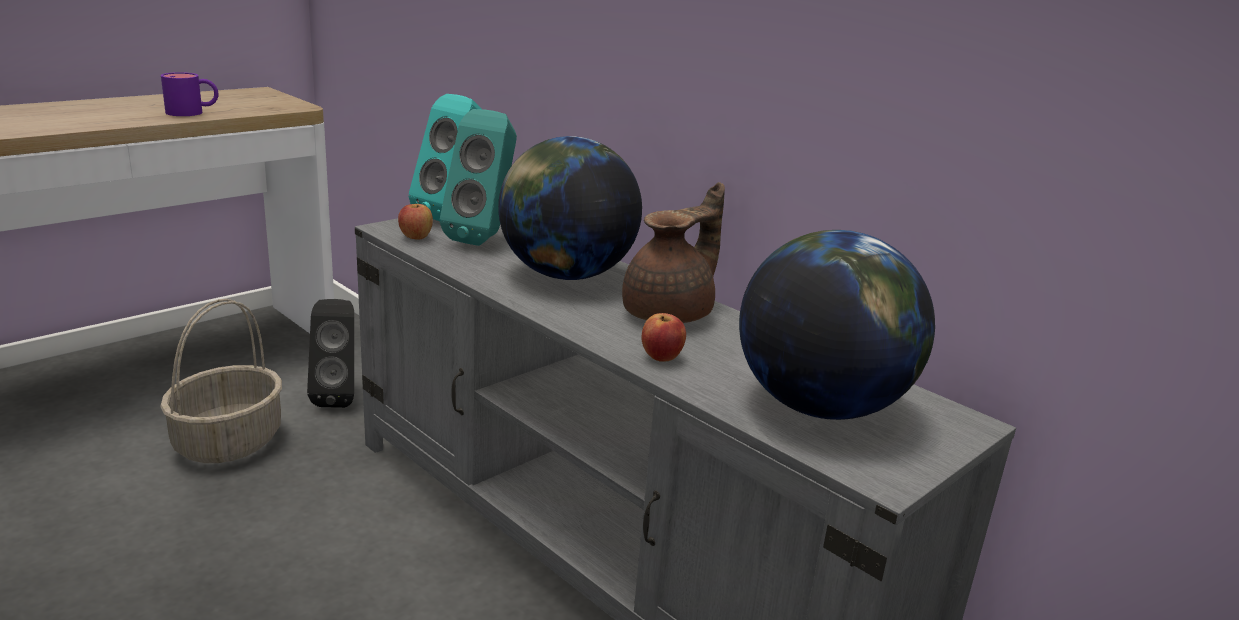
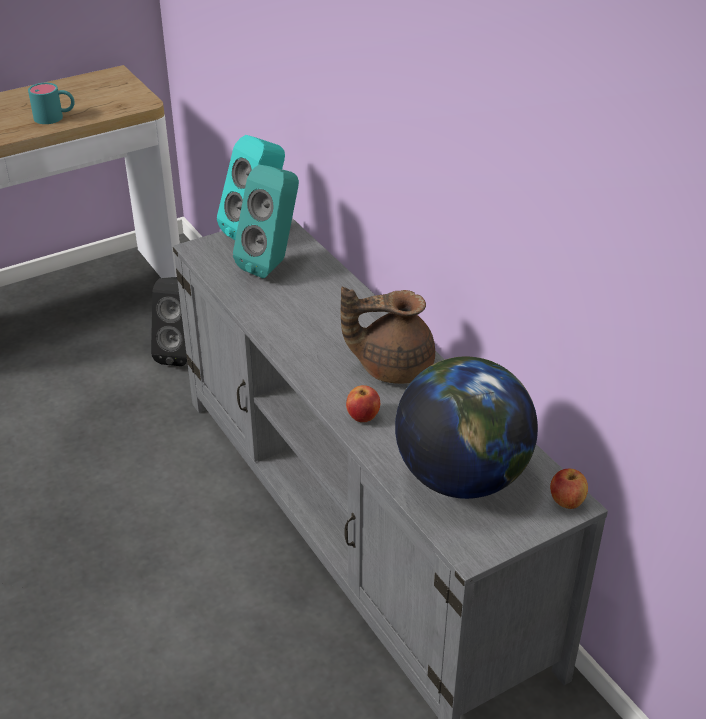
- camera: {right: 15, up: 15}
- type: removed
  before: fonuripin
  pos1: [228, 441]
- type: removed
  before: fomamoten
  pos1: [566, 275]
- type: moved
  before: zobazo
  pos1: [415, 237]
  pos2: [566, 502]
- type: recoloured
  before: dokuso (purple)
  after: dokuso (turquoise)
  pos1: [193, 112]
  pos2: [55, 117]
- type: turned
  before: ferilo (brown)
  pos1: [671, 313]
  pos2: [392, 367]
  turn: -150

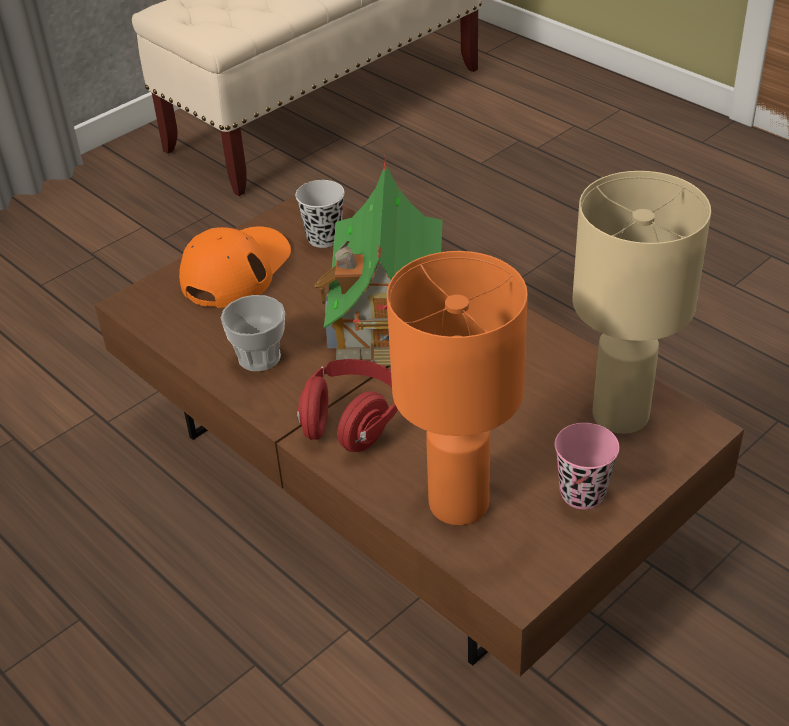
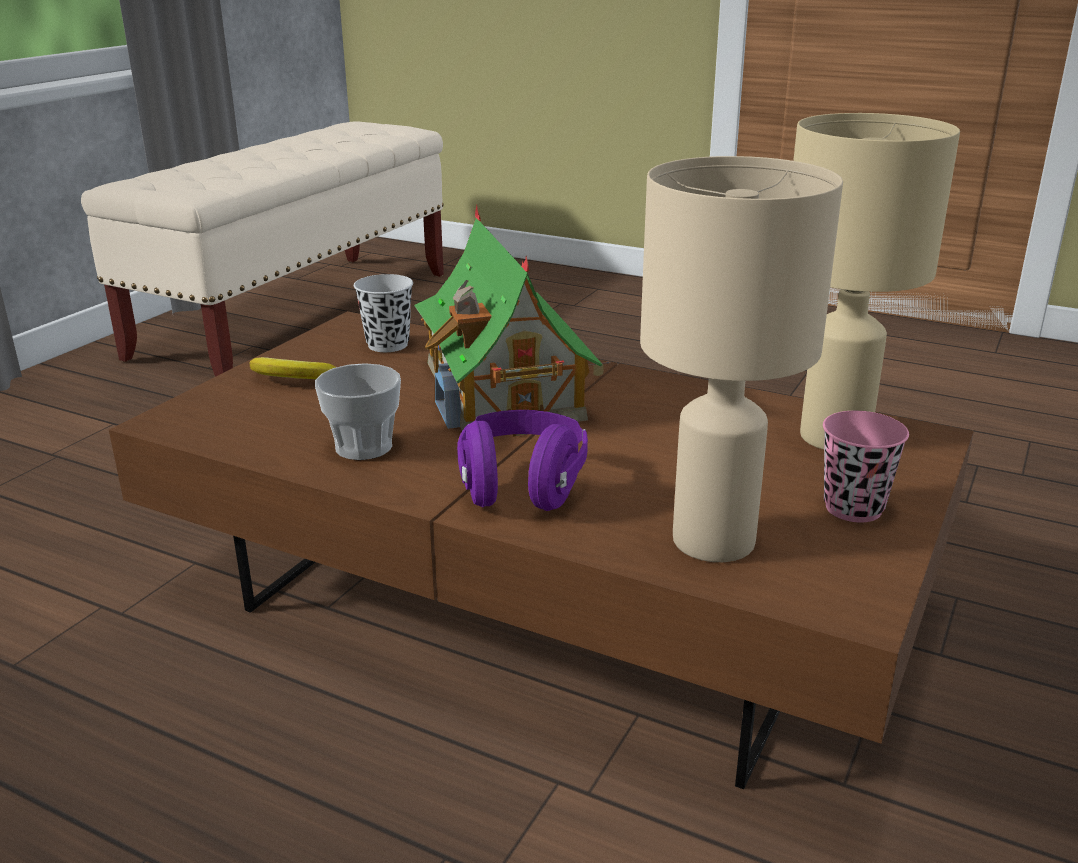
- camera: {right: -20, up: -15}
- type: replaced
  before: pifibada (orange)
  after: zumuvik
  pos1: [236, 269]
  pos2: [291, 379]
- type: recoloured
  before: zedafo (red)
  after: zedafo (purple)
  pos1: [351, 422]
  pos2: [522, 487]
- type: recoloured
  before: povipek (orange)
  after: povipek (beige)
  pos1: [456, 502]
  pos2: [710, 540]

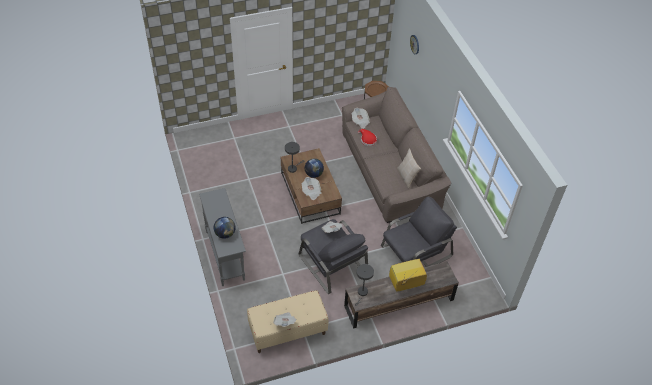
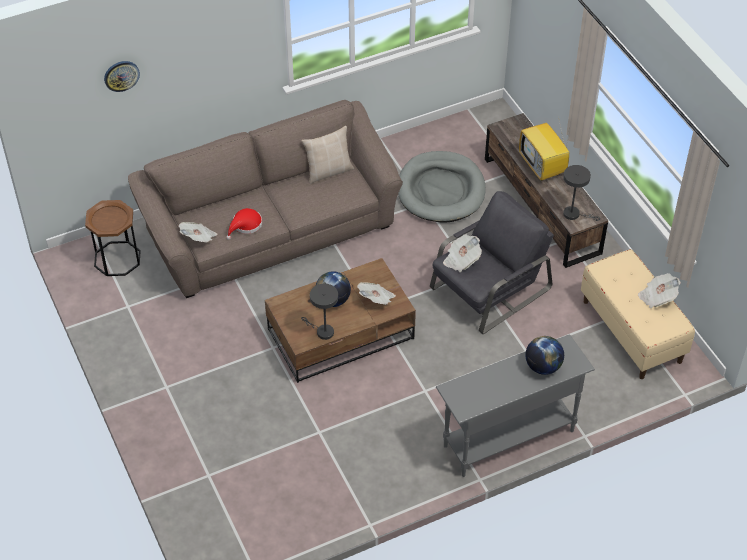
- camera: {right: -95, up: 0}
- type: replaced
  before: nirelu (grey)
  after: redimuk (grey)
  pos1: [415, 252]
  pos2: [441, 190]

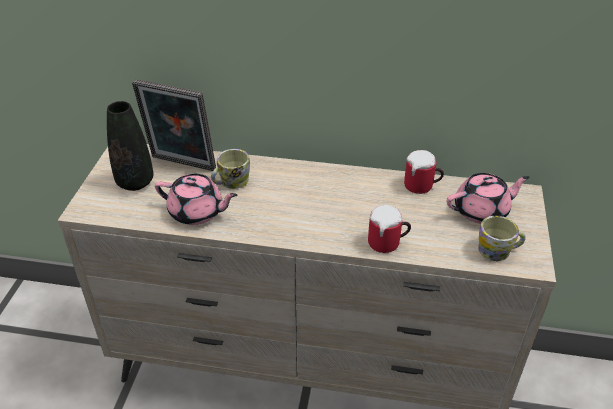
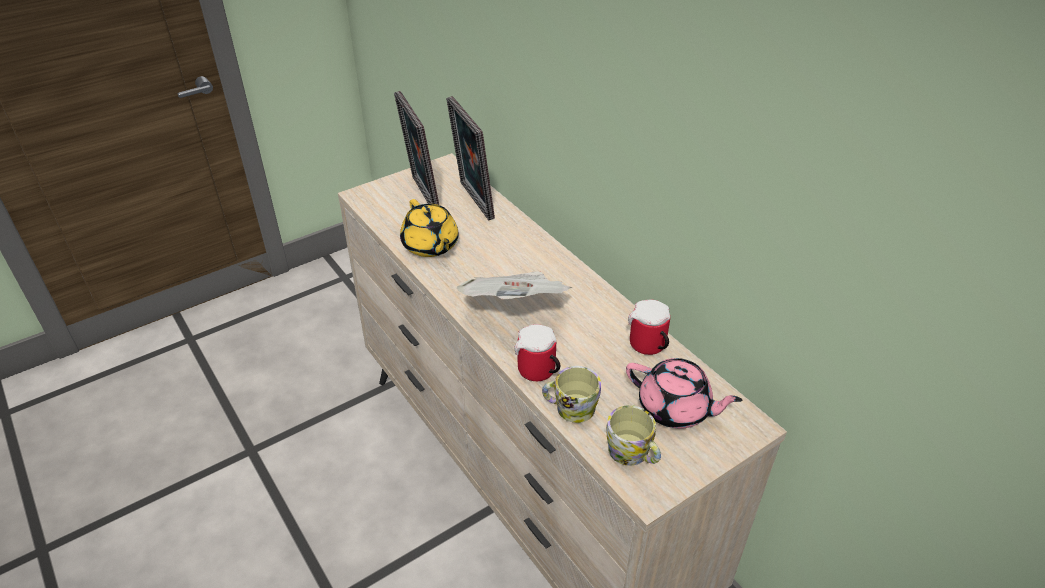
- camera: {right: 45, up: 0}
- type: added
  after: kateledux
  pos2: [516, 308]
- type: moved
  before: dokuso
  pos1: [231, 182]
  pos2: [570, 408]
- type: replaced
  before: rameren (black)
  after: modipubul
  pos1: [135, 182]
  pos2: [421, 195]
- type: recoloured
  before: ferilo (pink)
  after: ferilo (yellow)
  pos1: [197, 212]
  pos2: [430, 246]

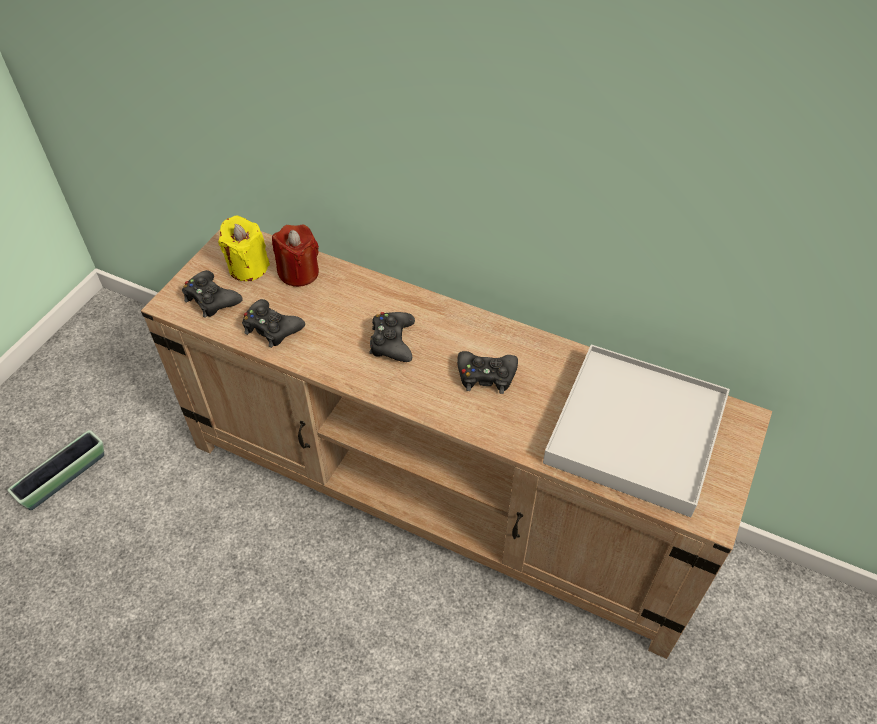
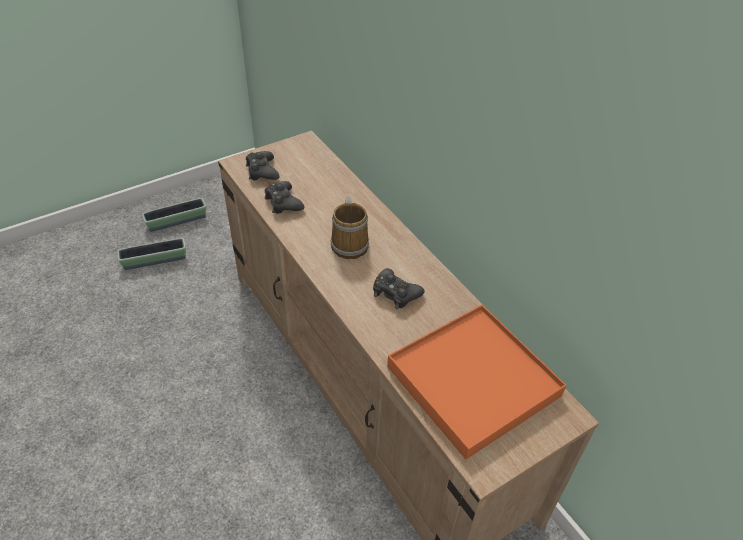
- camera: {right: 30, up: -5}
- type: removed
  before: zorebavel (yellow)
  pos1: [248, 267]
- type: removed
  before: zorebavel (red)
  pos1: [299, 273]
- type: added
  after: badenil
  pos2: [177, 221]
- type: replaced
  before: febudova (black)
  after: dokuso
  pos1: [392, 342]
  pos2: [351, 244]
- type: recoloured
  before: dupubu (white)
  after: dupubu (orange)
  pos1: [635, 432]
  pos2: [472, 381]

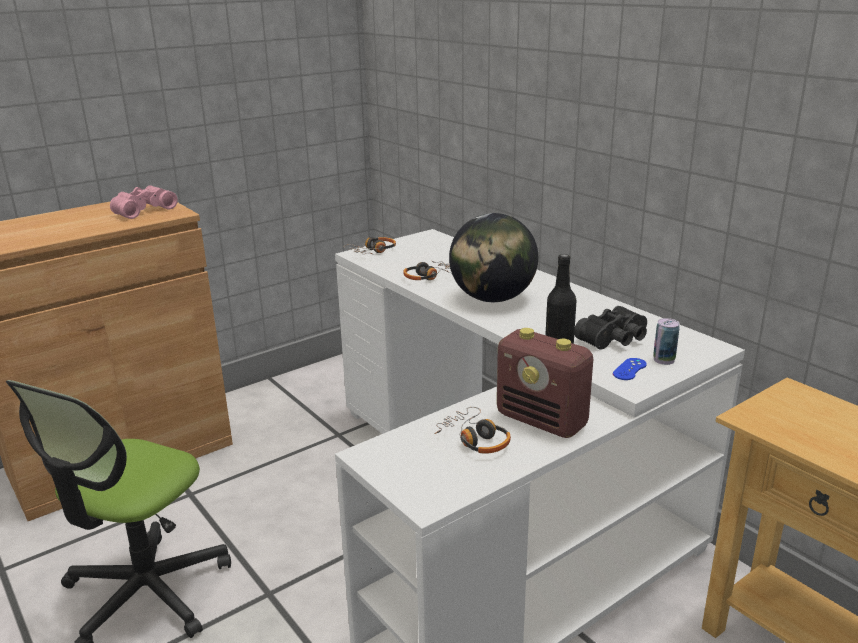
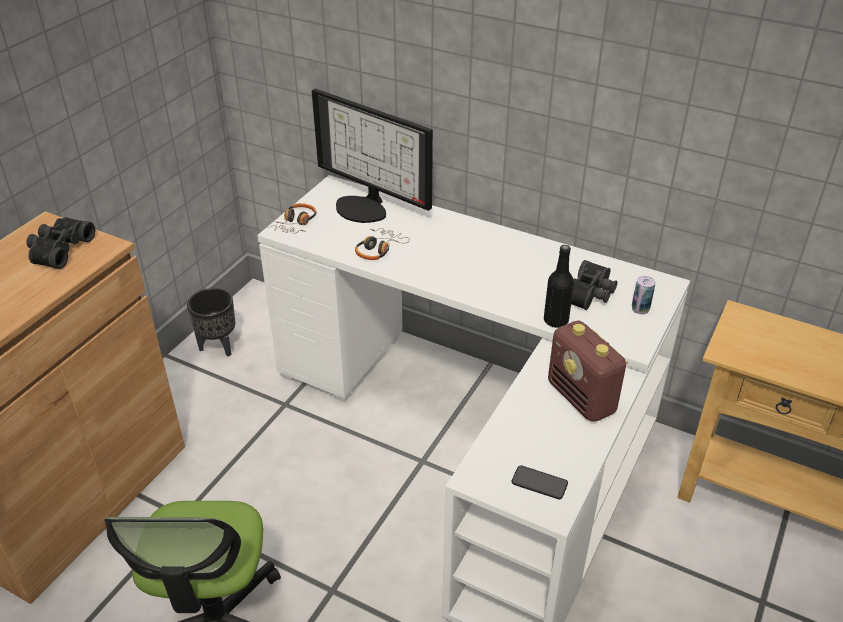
- camera: {right: -25, up: 15}
- type: removed
  before: zedafo
  pos1: [474, 439]
- type: removed
  before: fomamoten
  pos1: [492, 298]
- type: removed
  before: febudova (blue)
  pos1: [629, 369]
- type: added
  after: badenil (black)
  pos2: [219, 346]
- type: added
  after: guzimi
  pos2: [365, 207]
- type: added
  after: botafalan
  pos2: [539, 483]
- type: recoloured
  before: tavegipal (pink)
  after: tavegipal (black)
  pos1: [142, 210]
  pos2: [59, 249]
- type: turned
  before: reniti
  pos1: [542, 421]
  pos2: [582, 398]
  turn: 45

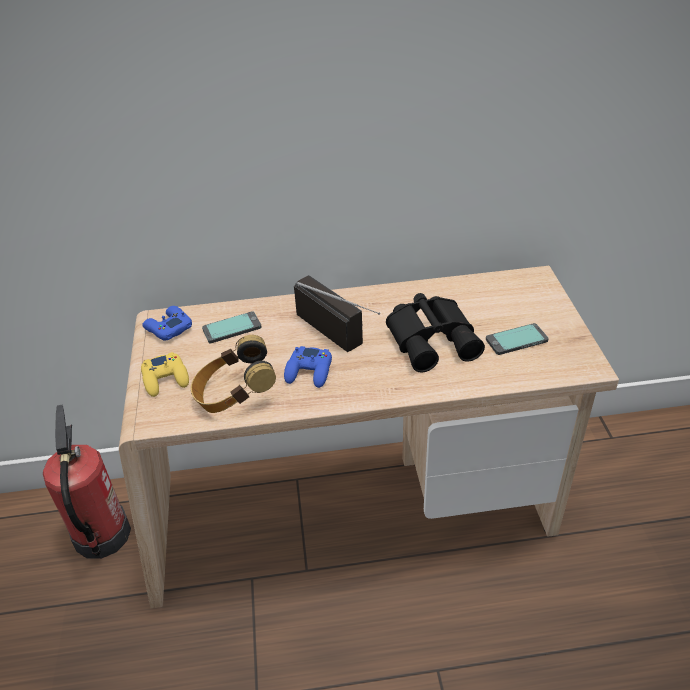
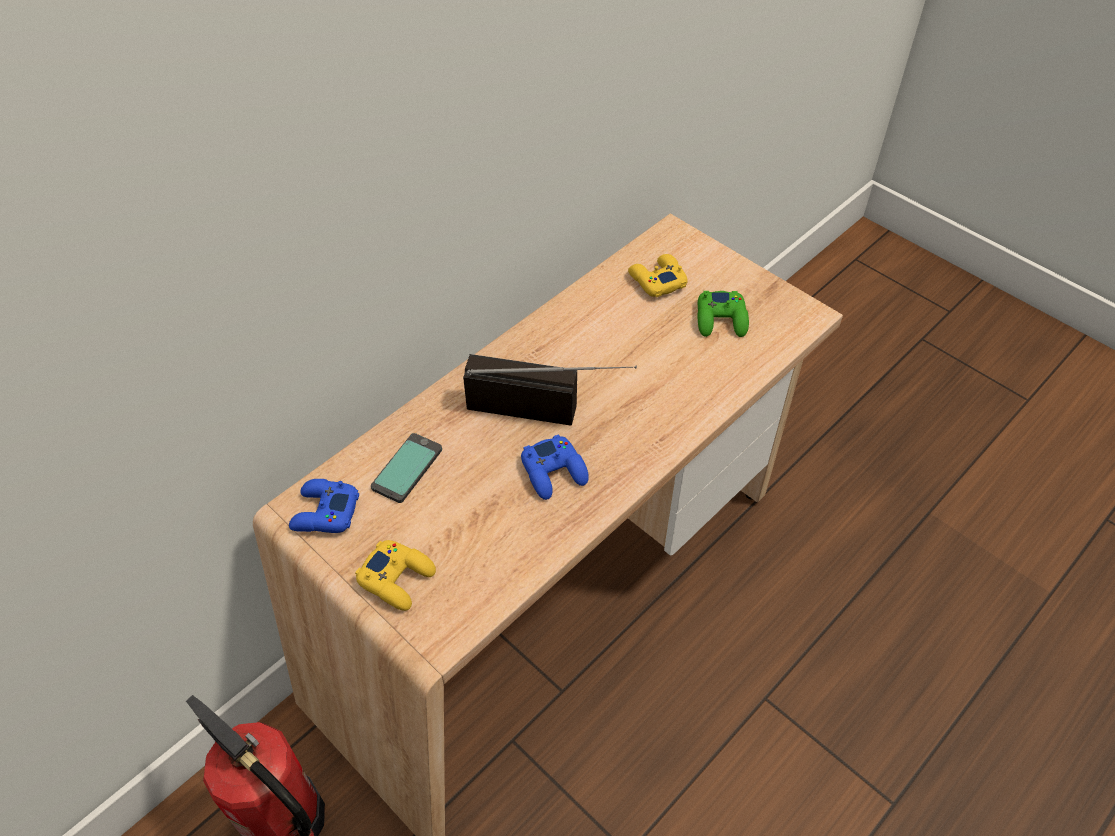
- camera: {right: -40, up: 10}
- type: removed
  before: zedafo
  pos1: [234, 395]
- type: removed
  before: tavegipal (black)
  pos1: [433, 338]
- type: added
  after: febudova (yellow)
  pos2: [657, 280]
- type: replaced
  before: botafalan
  after: febudova (green)
  pos1: [516, 340]
  pos2: [721, 319]

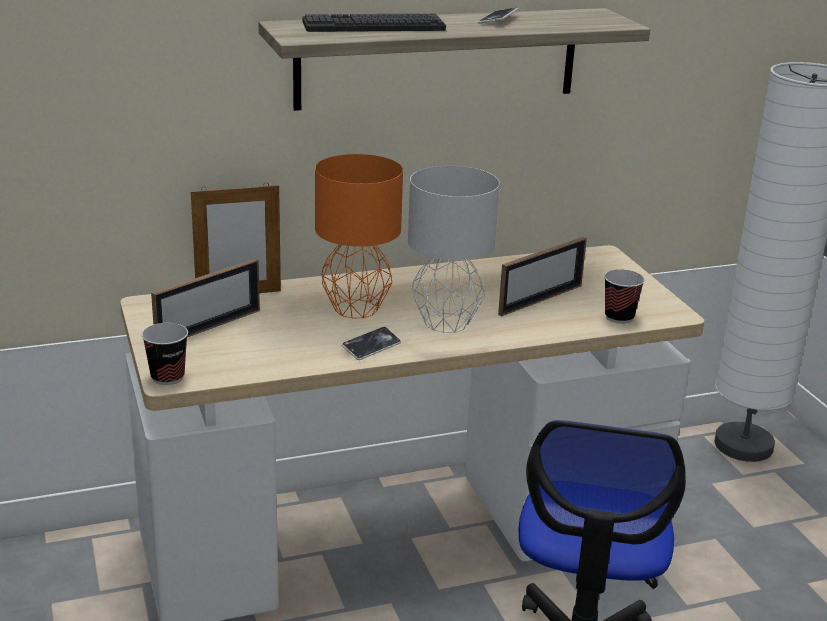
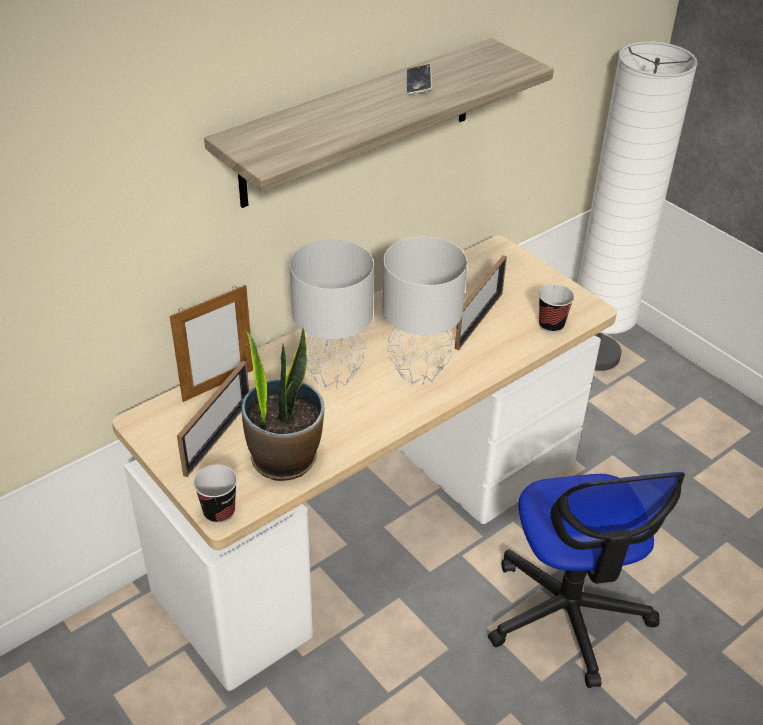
- camera: {right: -20, up: 15}
- type: removed
  before: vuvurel
  pos1: [373, 26]
- type: removed
  before: botafalan
  pos1: [371, 347]
- type: added
  after: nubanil
  pos2: [284, 457]
- type: recoloured
  before: povipek (orange)
  after: povipek (grey)
  pos1: [354, 309]
  pos2: [332, 376]

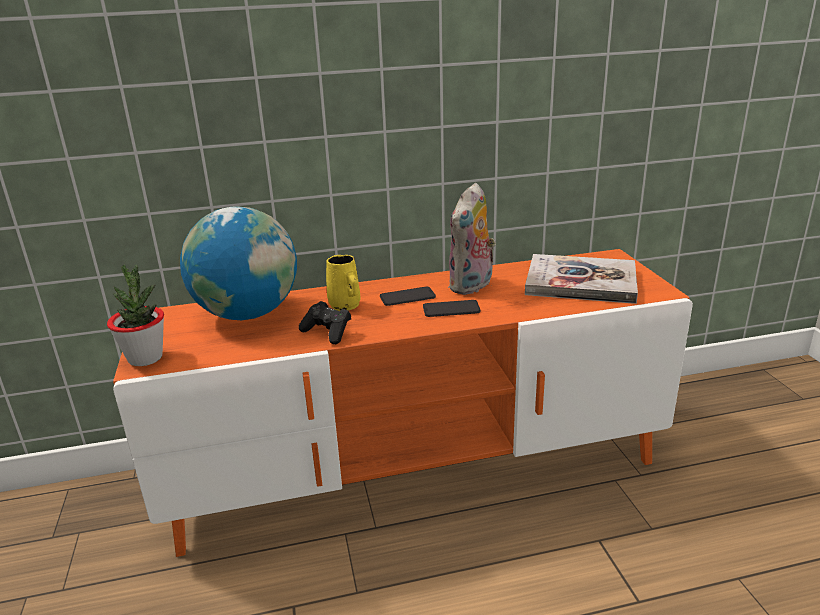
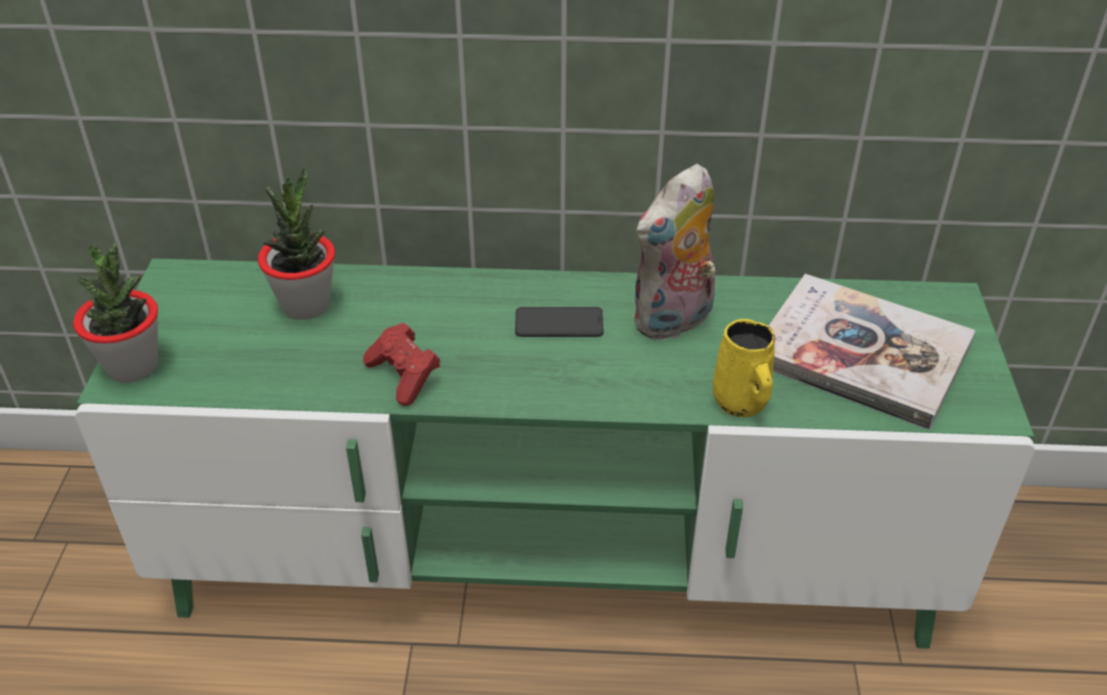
- camera: {right: 15, up: 15}
- type: removed
  before: botafalan
  pos1: [451, 309]
- type: moved
  before: dokuso (yellow)
  pos1: [345, 306]
  pos2: [741, 403]
- type: replaced
  before: fomamoten
  after: nubanil
  pos1: [248, 314]
  pos2: [306, 305]
- type: recoloured
  before: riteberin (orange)
  after: riteberin (green)
  pos1: [416, 468]
  pos2: [553, 558]
- type: recoloured
  before: febudova (black)
  after: febudova (red)
  pos1: [327, 332]
  pos2: [404, 376]

